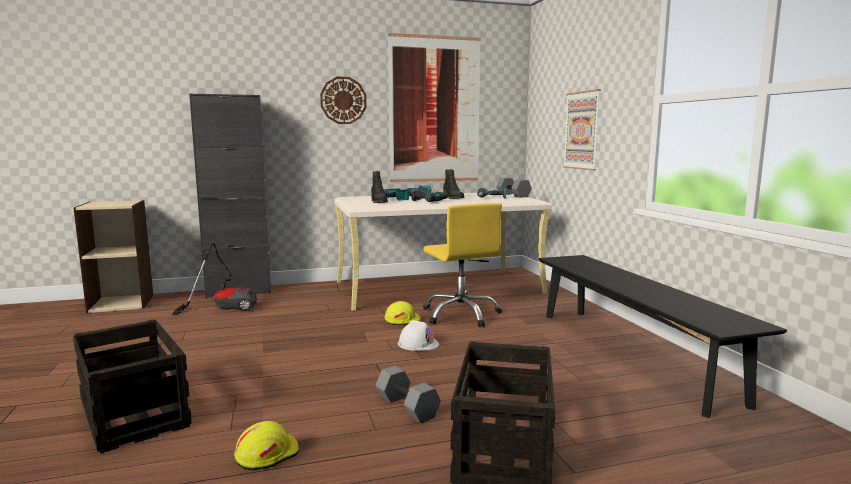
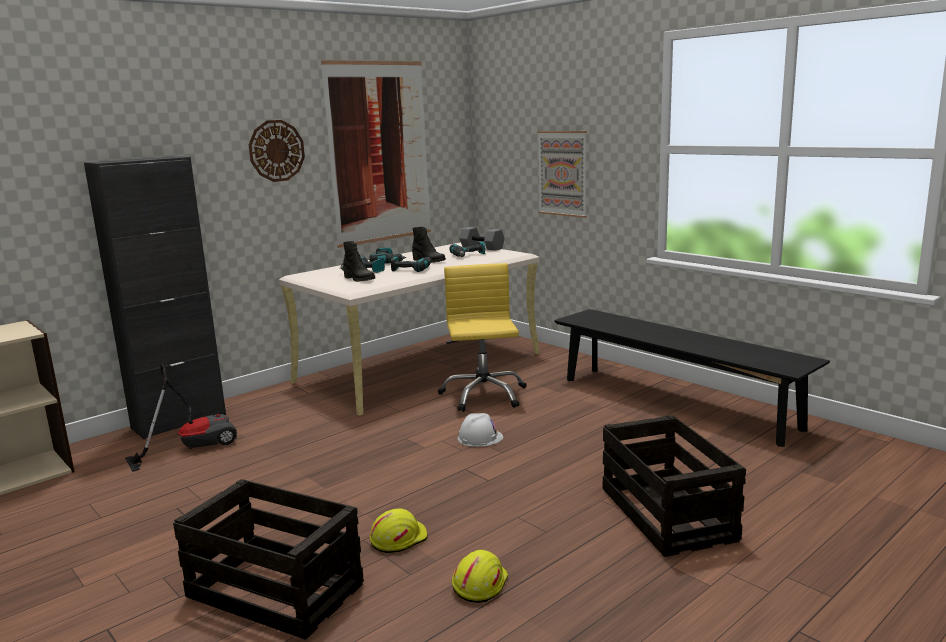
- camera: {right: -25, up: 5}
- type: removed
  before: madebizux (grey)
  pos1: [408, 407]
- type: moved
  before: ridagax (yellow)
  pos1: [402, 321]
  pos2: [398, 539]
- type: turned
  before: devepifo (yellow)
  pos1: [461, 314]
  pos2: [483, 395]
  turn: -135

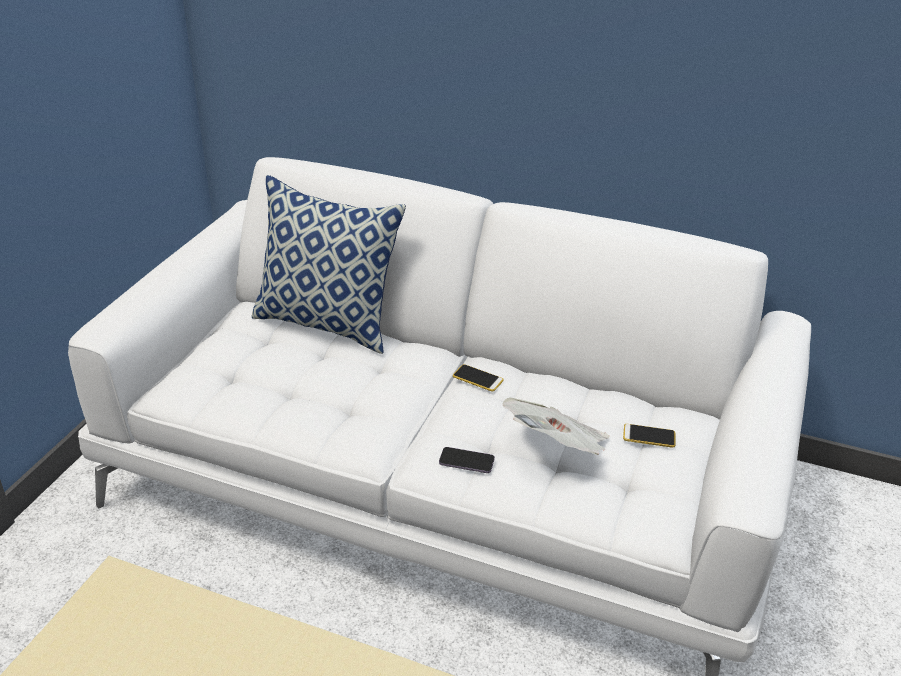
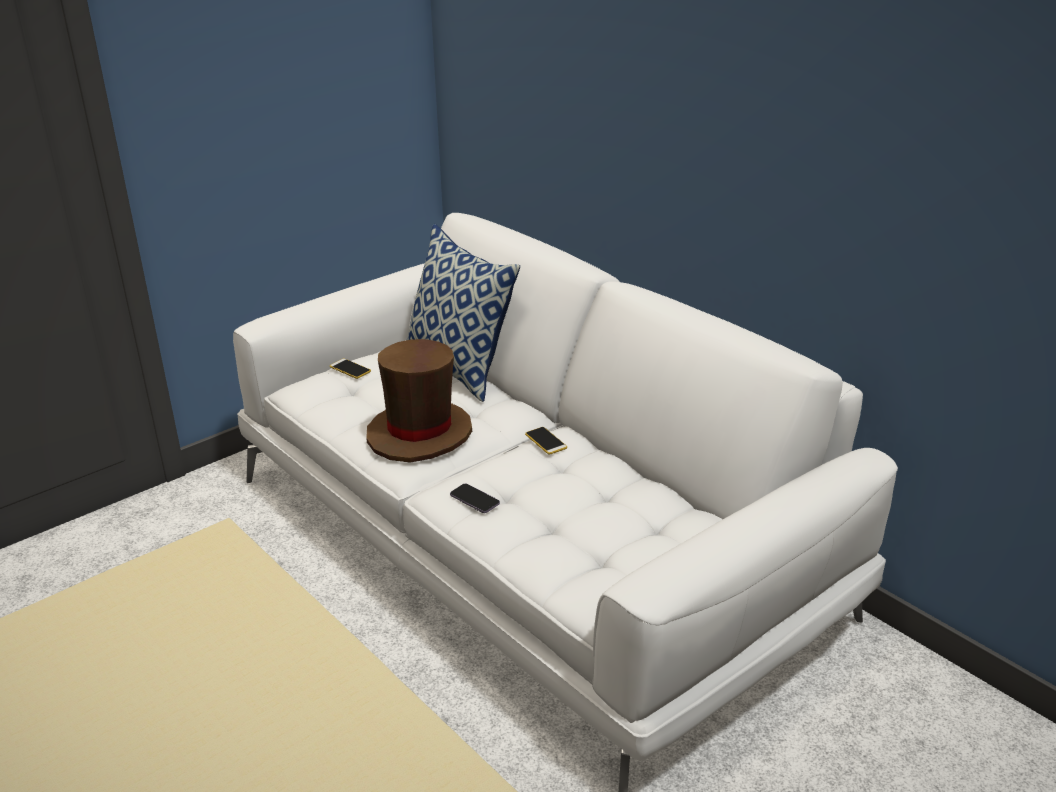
- camera: {right: 30, up: -5}
- type: removed
  before: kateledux
  pos1: [557, 448]
- type: added
  after: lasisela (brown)
  pos2: [420, 434]
- type: moved
  before: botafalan
  pos1: [649, 436]
  pos2: [350, 369]

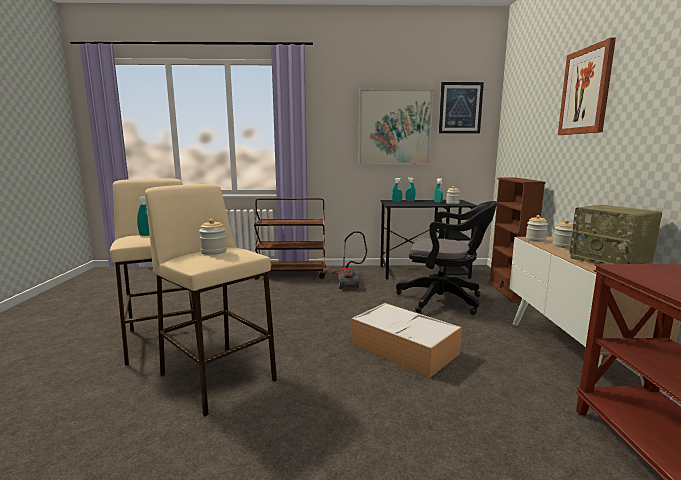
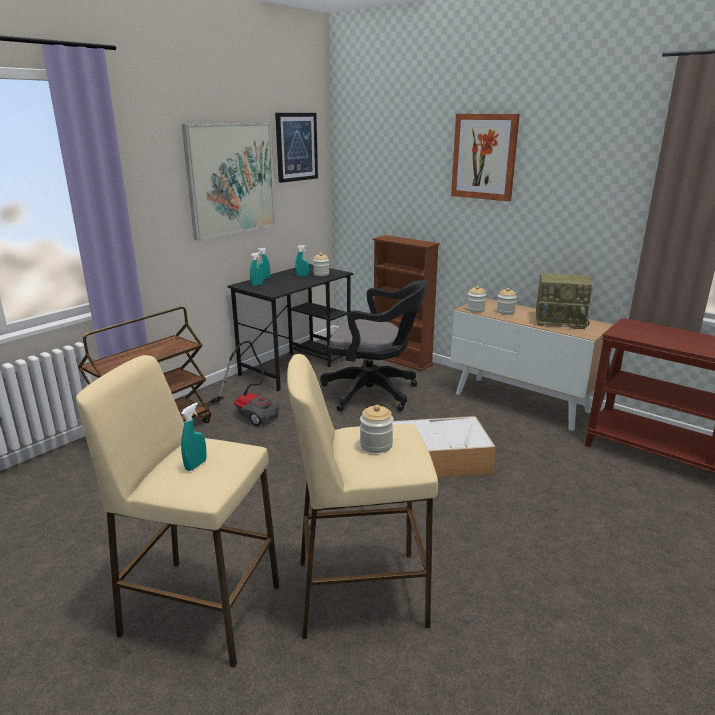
- camera: {right: -50, up: 10}
- type: turned
  before: devepifo (black)
  pos1: [444, 300]
  pos2: [375, 393]
  turn: 45

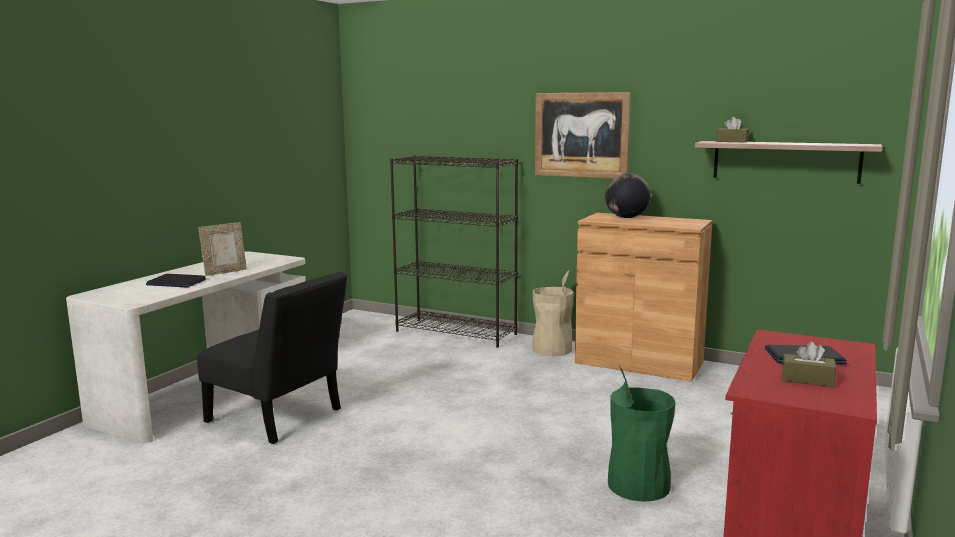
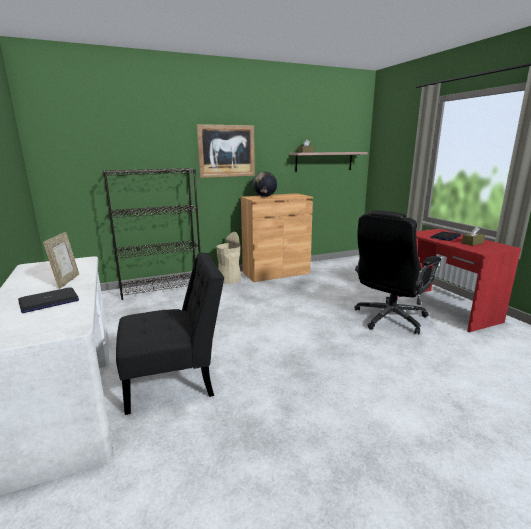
- camera: {right: -50, up: 5}
- type: replaced
  before: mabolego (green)
  after: devepifo (black)
  pos1: [638, 485]
  pos2: [389, 318]

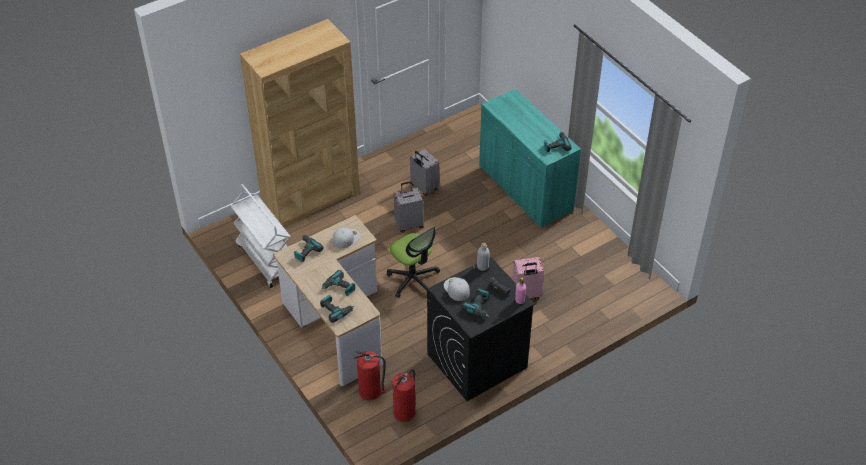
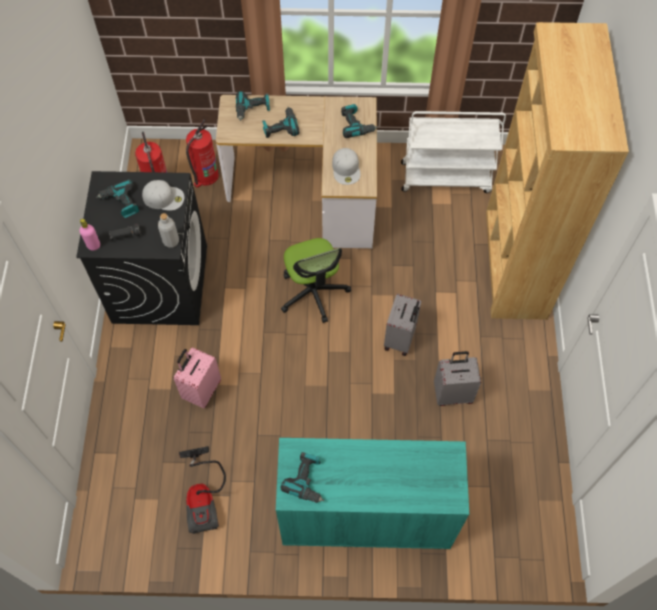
- camera: {right: 125, up: 15}
- type: added
  after: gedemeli
  pos2: [204, 497]
- type: turned
  before: devepifo
  pos1: [413, 279]
  pos2: [313, 292]
  turn: -105

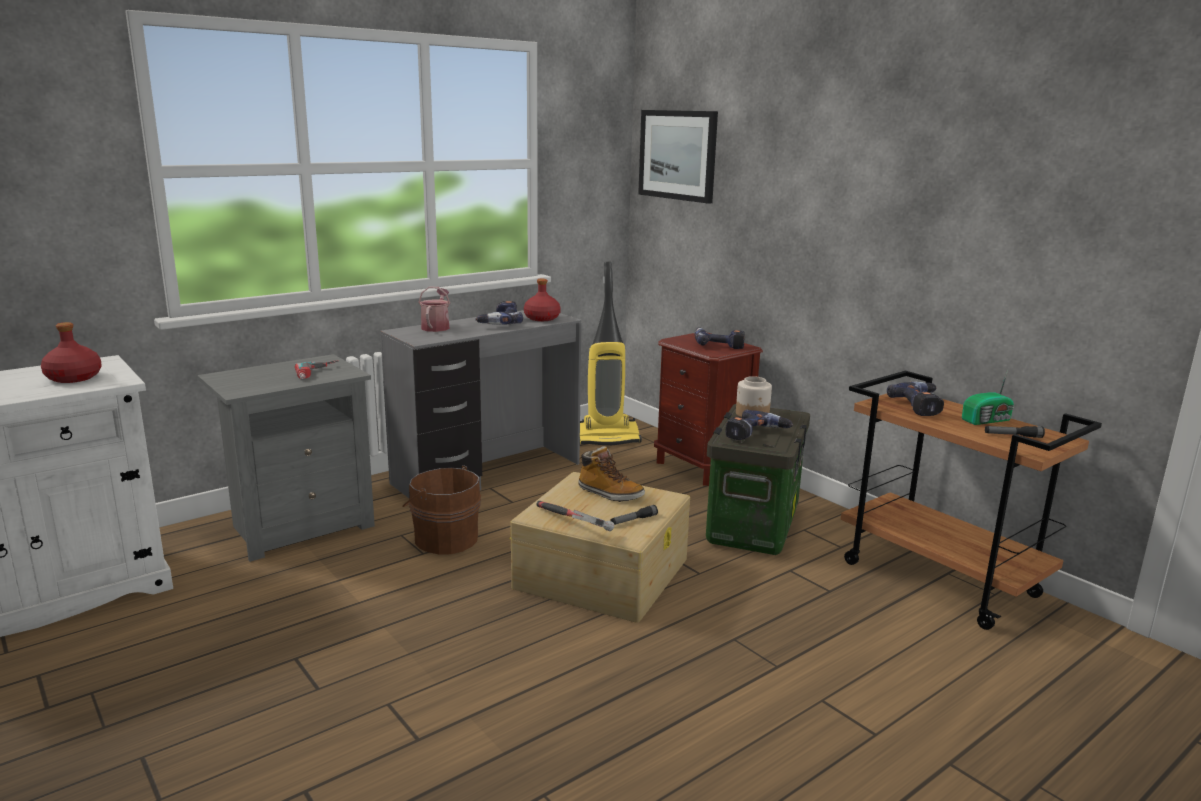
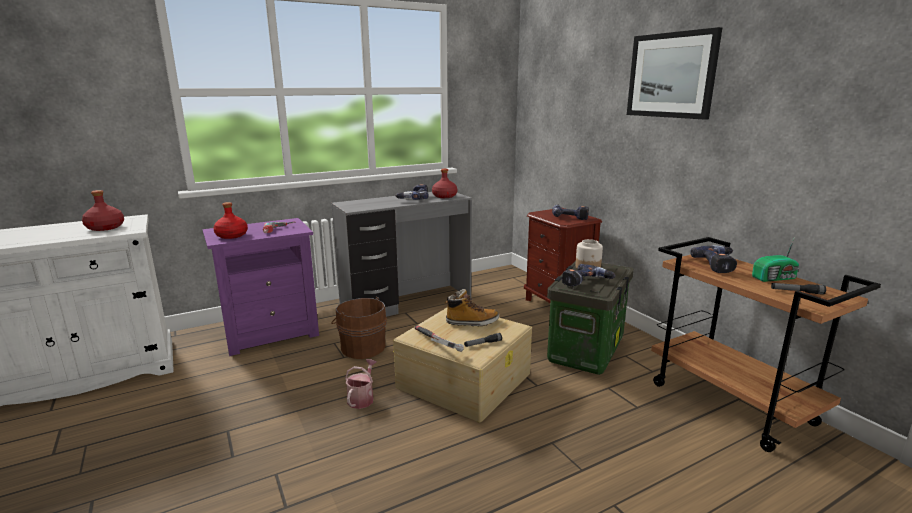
- camera: {right: 10, up: 0}
- type: removed
  before: gedemeli
  pos1: [607, 437]
- type: added
  after: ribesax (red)
  pos2: [232, 235]
- type: moved
  before: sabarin
  pos1: [436, 327]
  pos2: [362, 398]
- type: moved
  before: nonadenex
  pos1: [677, 155]
  pos2: [671, 75]
- type: recoloured
  before: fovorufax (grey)
  after: fovorufax (purple)
  pos1: [300, 526]
  pos2: [271, 333]
- type: turned
  before: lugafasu
  pos1: [609, 494]
  pos2: [472, 322]
  turn: -45

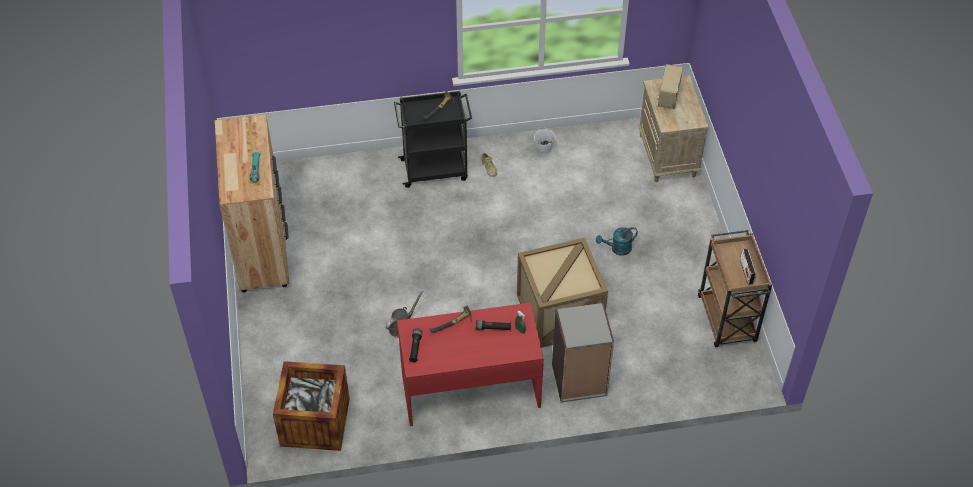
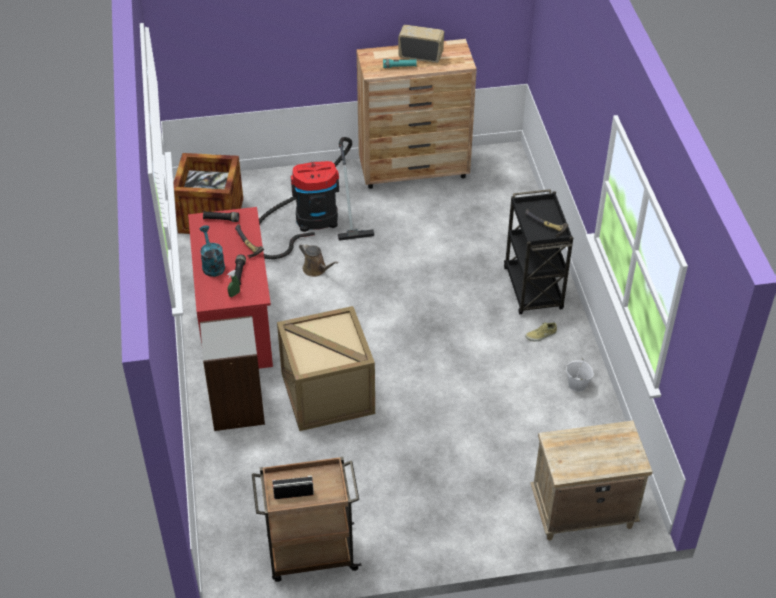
- camera: {right: 90, up: -5}
- type: added
  after: gedemeli
  pos2: [311, 220]
- type: moved
  before: sabarin (turquoise)
  pos1: [617, 249]
  pos2: [212, 264]
- type: moved
  before: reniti
  pos1: [668, 96]
  pos2: [421, 56]

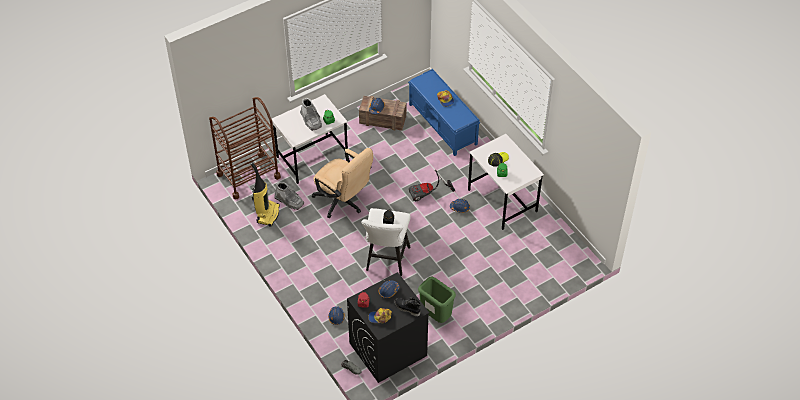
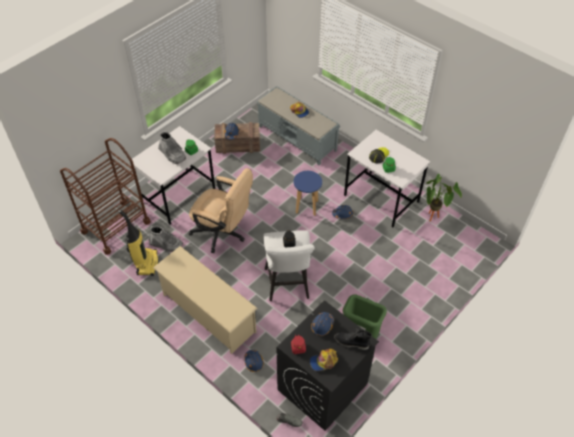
- camera: {right: -15, up: 0}
- type: added
  after: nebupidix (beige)
  pos2: [208, 313]
- type: added
  after: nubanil
  pos2: [433, 219]
- type: replaced
  before: gedemeli
  after: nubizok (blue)
  pos1: [428, 194]
  pos2: [306, 207]
- type: recoloured
  before: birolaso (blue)
  after: birolaso (grey)
  pos1: [443, 124]
  pos2: [297, 138]

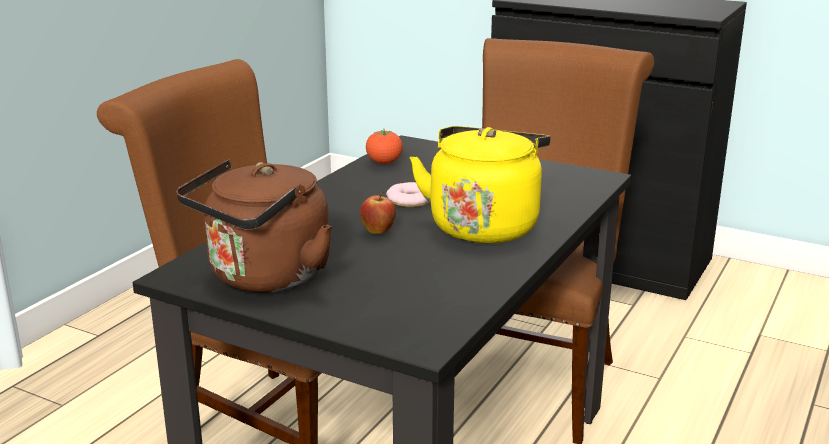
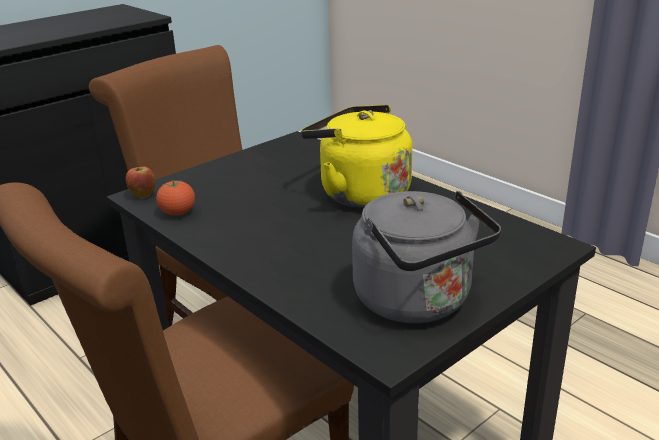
- camera: {right: -70, up: 5}
- type: removed
  before: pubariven
  pos1: [410, 200]
- type: moved
  before: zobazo
  pos1: [378, 232]
  pos2: [143, 196]
- type: recoloured
  before: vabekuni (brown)
  after: vabekuni (grey)
  pos1: [265, 278]
  pos2: [418, 302]

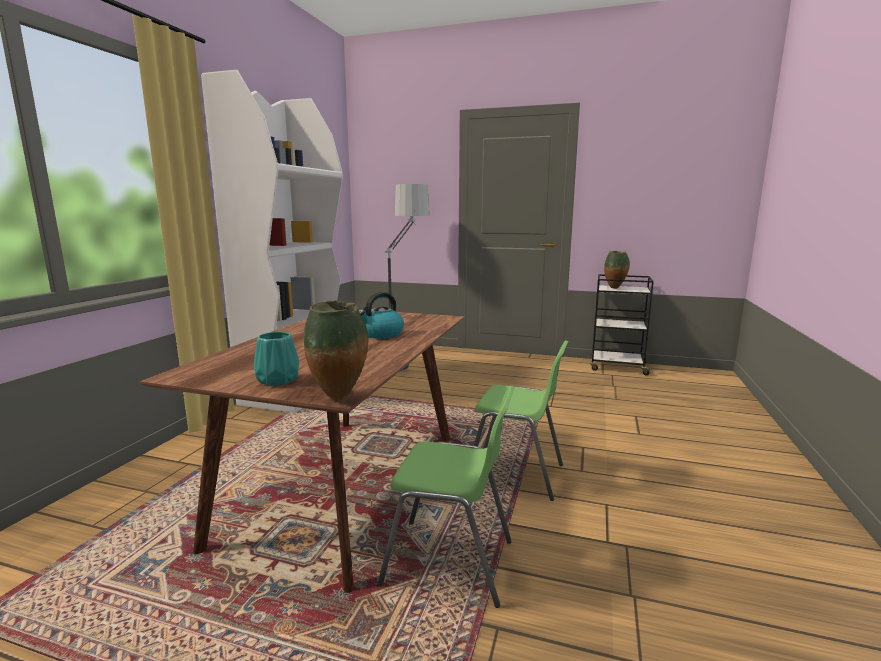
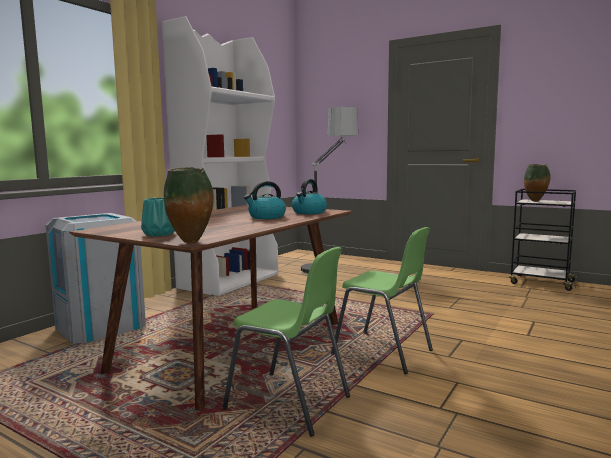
- camera: {right: 15, up: -5}
- type: added
  after: mabolego (grey)
  pos2: [101, 327]
- type: added
  after: vabekuni
  pos2: [309, 212]

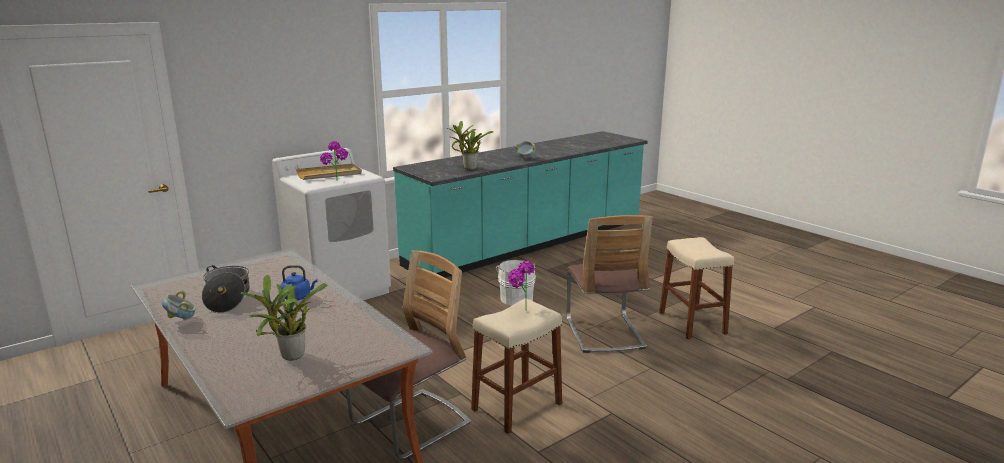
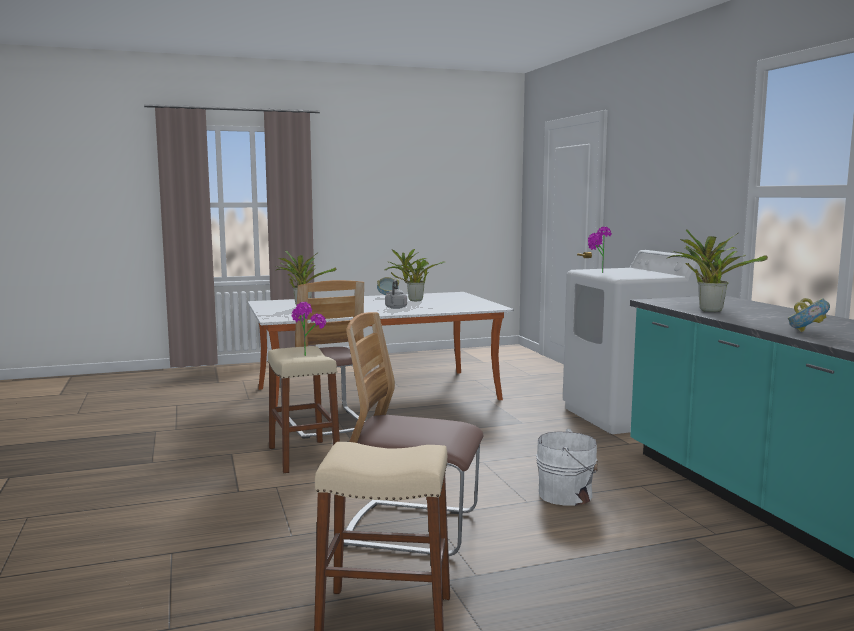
- camera: {right: 110, up: -10}
- type: removed
  before: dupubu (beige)
  pos1: [329, 174]
- type: replaced
  before: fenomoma
  after: nubanil
  pos1: [227, 298]
  pos2: [413, 300]
- type: recoloured
  before: vabekuni (blue)
  after: vabekuni (grey)
  pos1: [298, 297]
  pos2: [395, 308]

